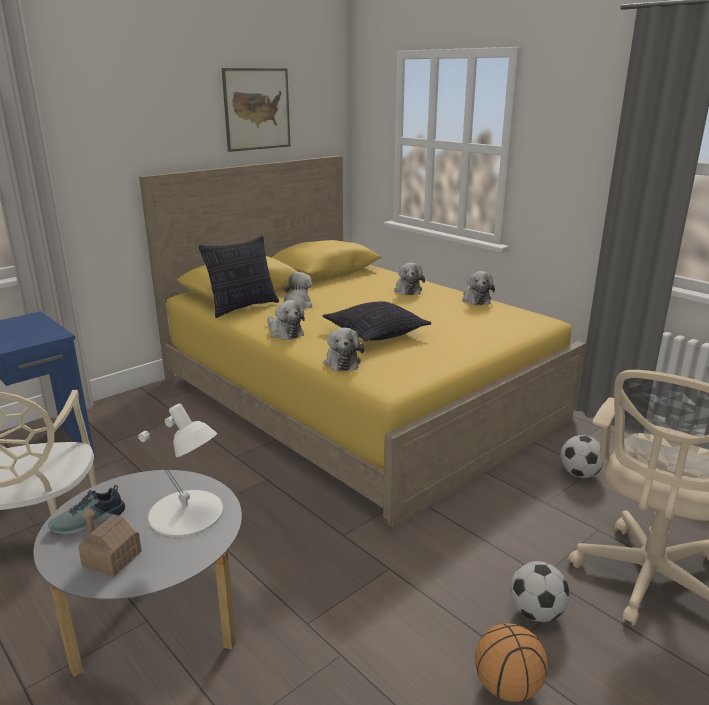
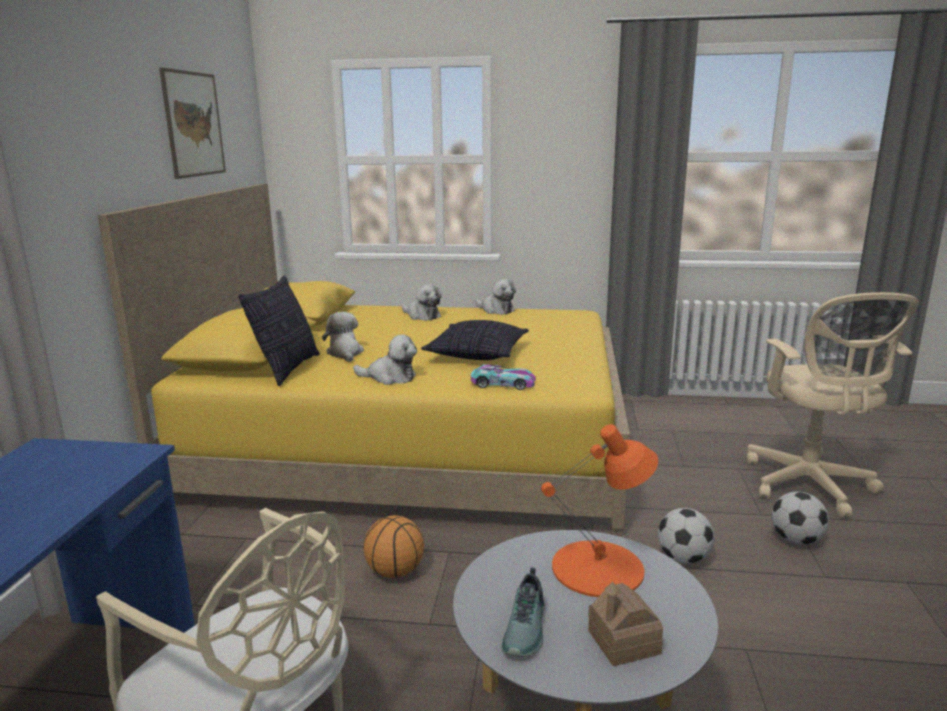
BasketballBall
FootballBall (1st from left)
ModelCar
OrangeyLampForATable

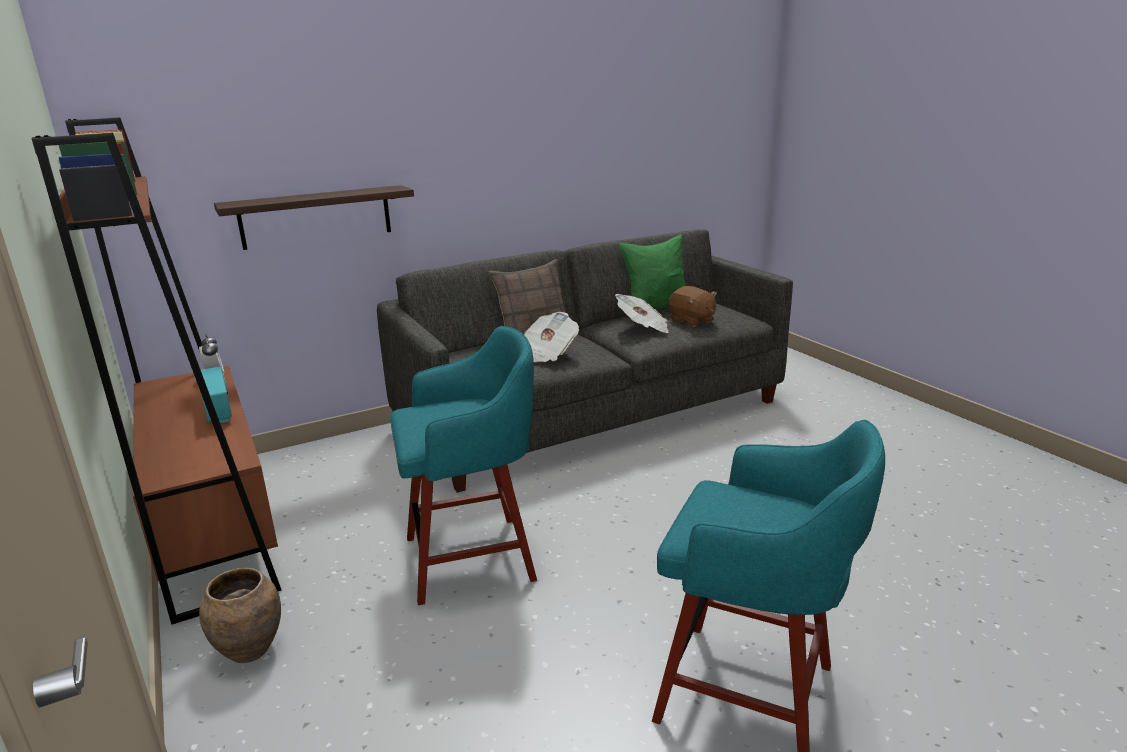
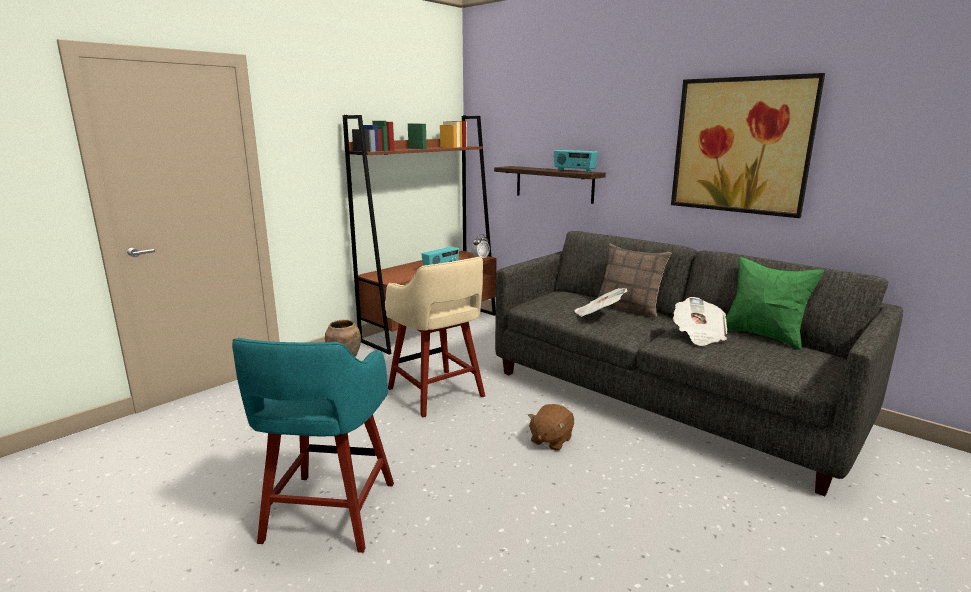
RadioReceiver (2nd from left)
WallArt
BrownPlushToy
BeigeColouredStool

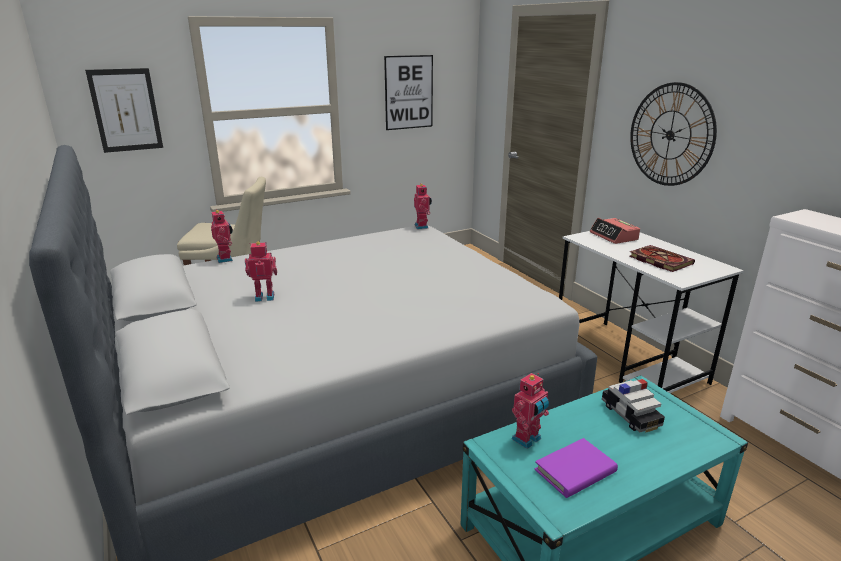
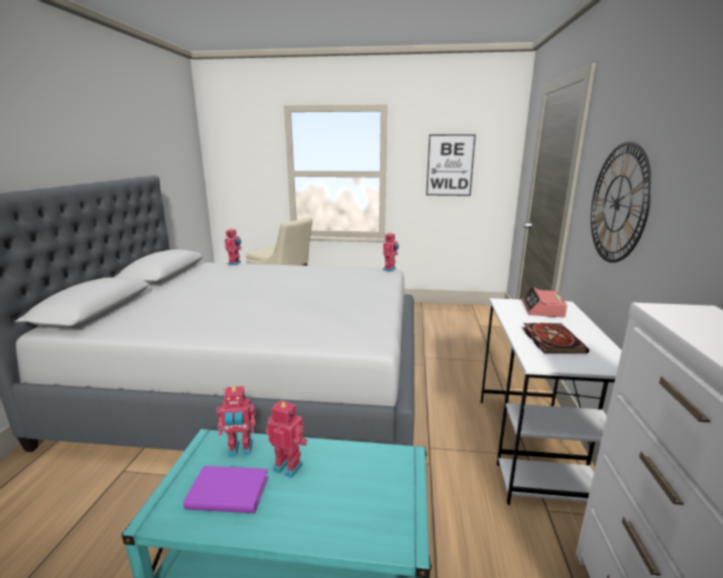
WallArt (1st from left in the first image)
ModelCar
ModelRobot (3rd from left)

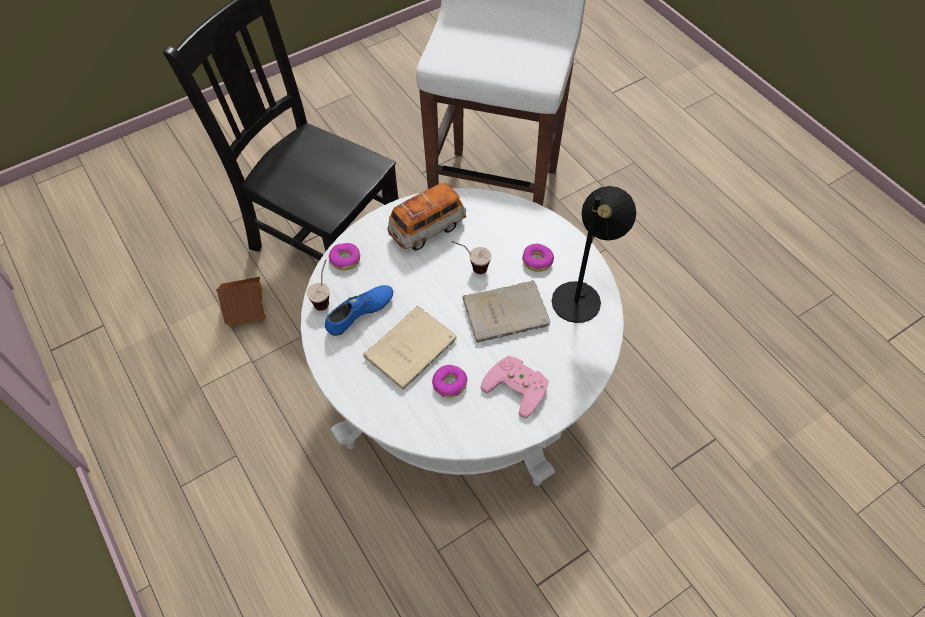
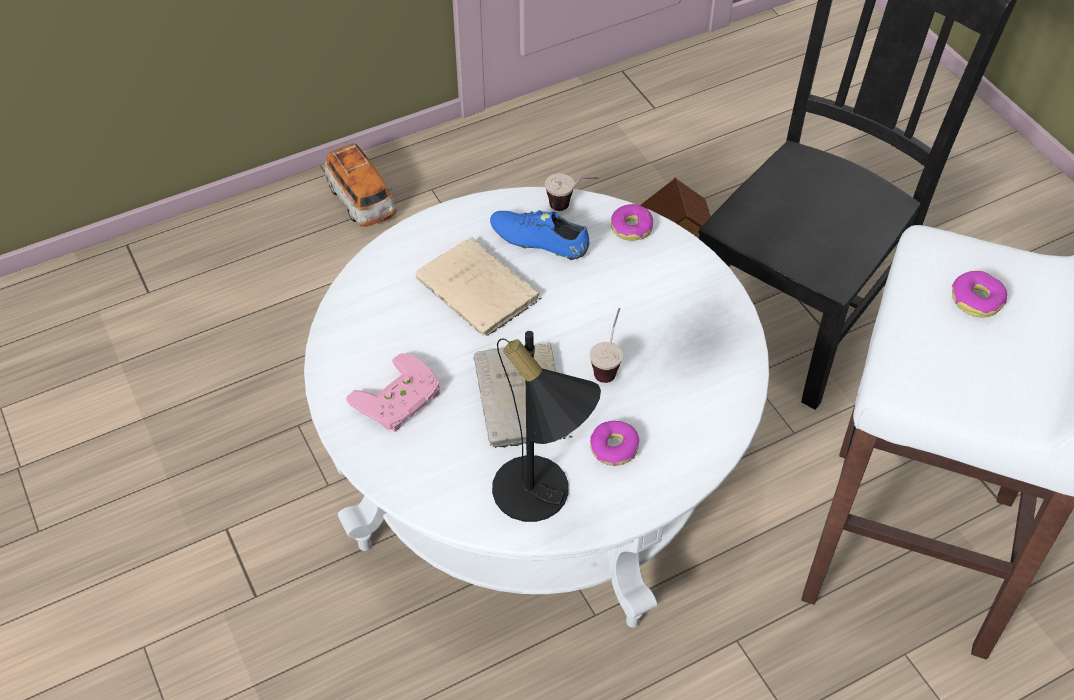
ModelCar
Doughnut (3rd from left)
BlueItemOfFootwear

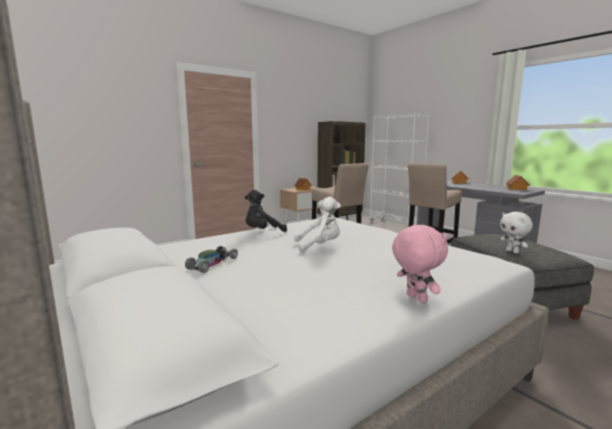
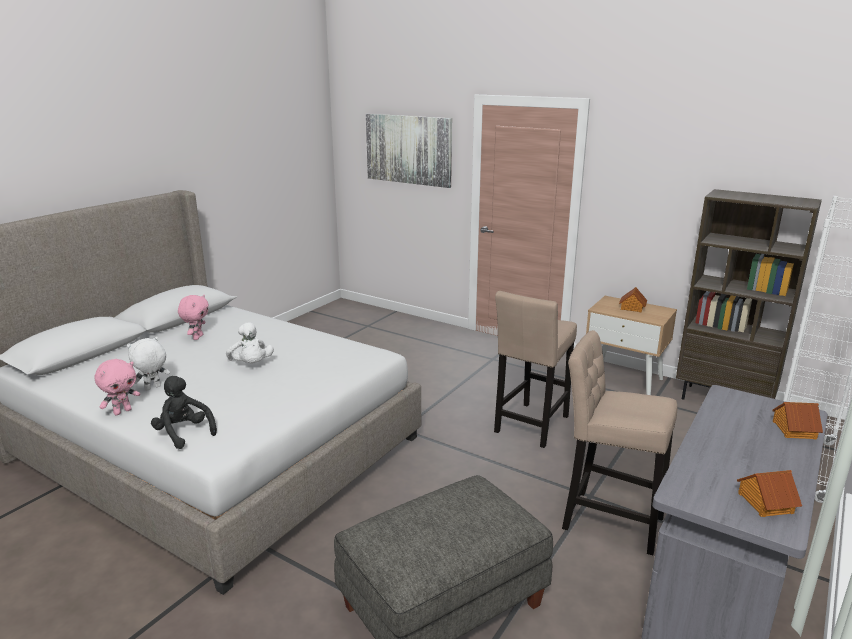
WallArt
BlackishPlushToy
WhitishPlushToy (1st from left)
PinkPlushToy (2nd from left)

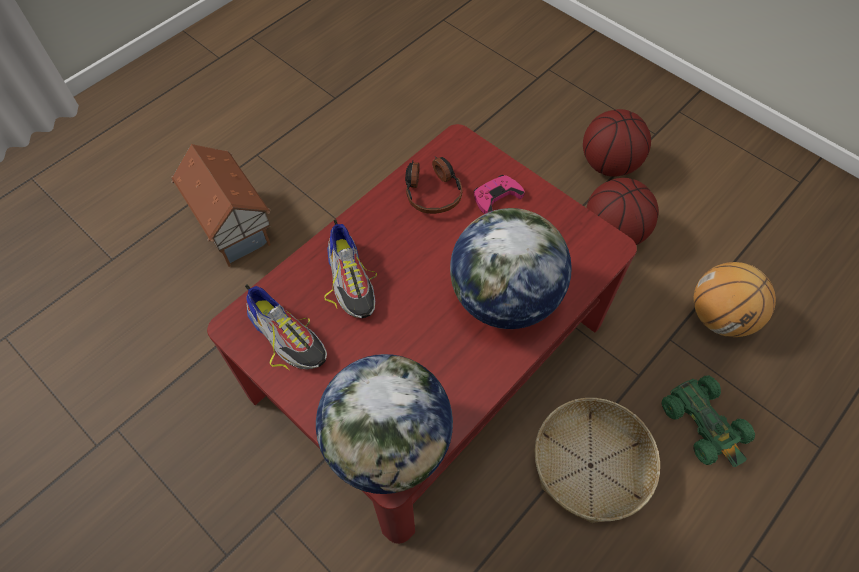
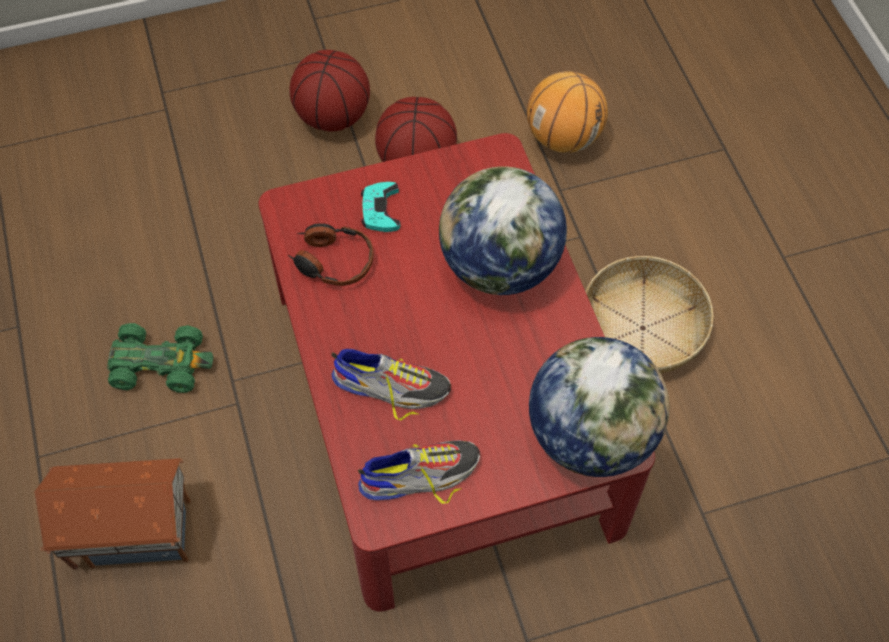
GreenModelCar
TurquoiseJoypad

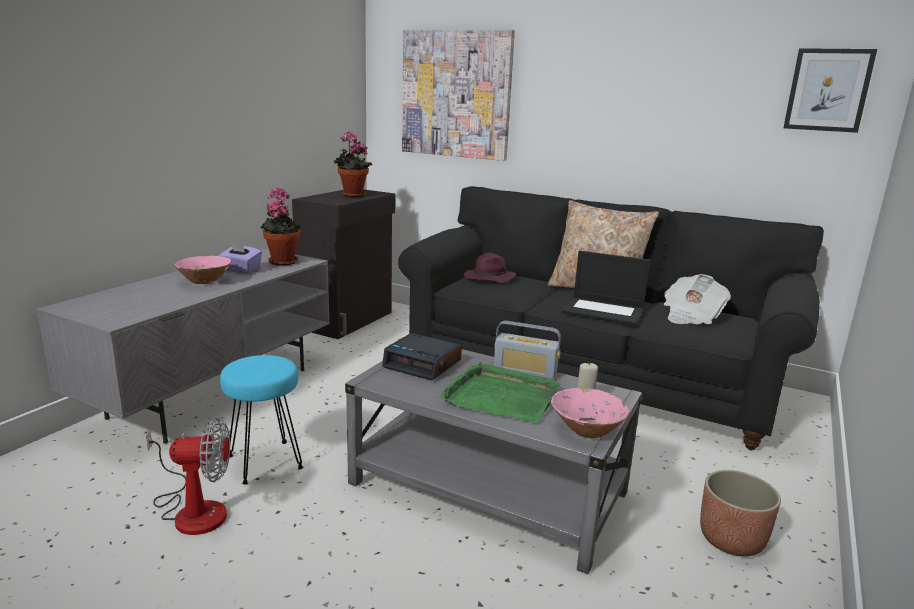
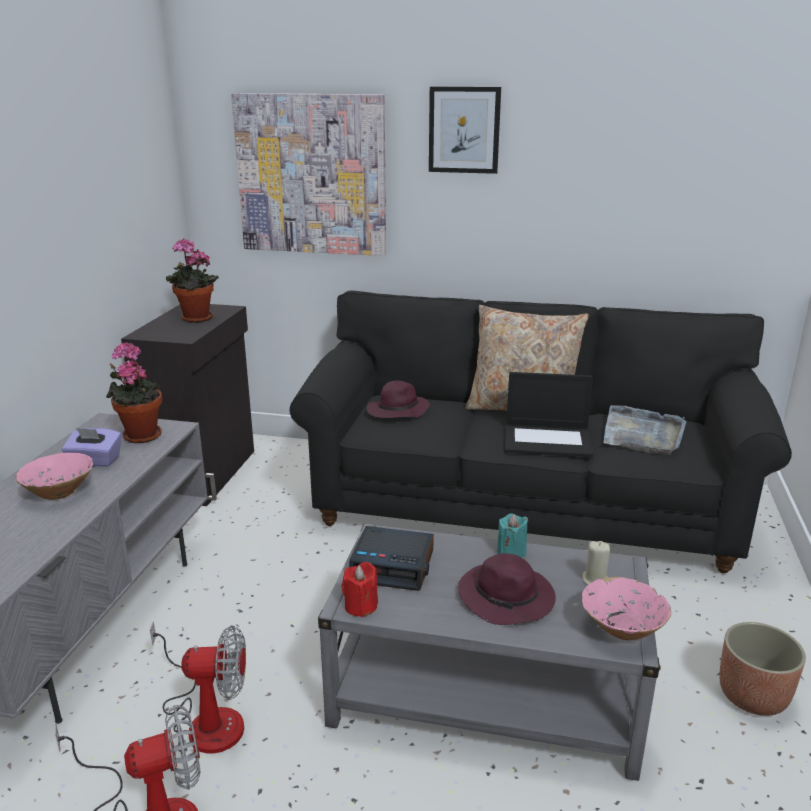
RedCandle
WallArt (2nd from left)
Fan (2nd from left)
PurplishHat (2nd from left)
TurquoiseCandle
GreyishTray

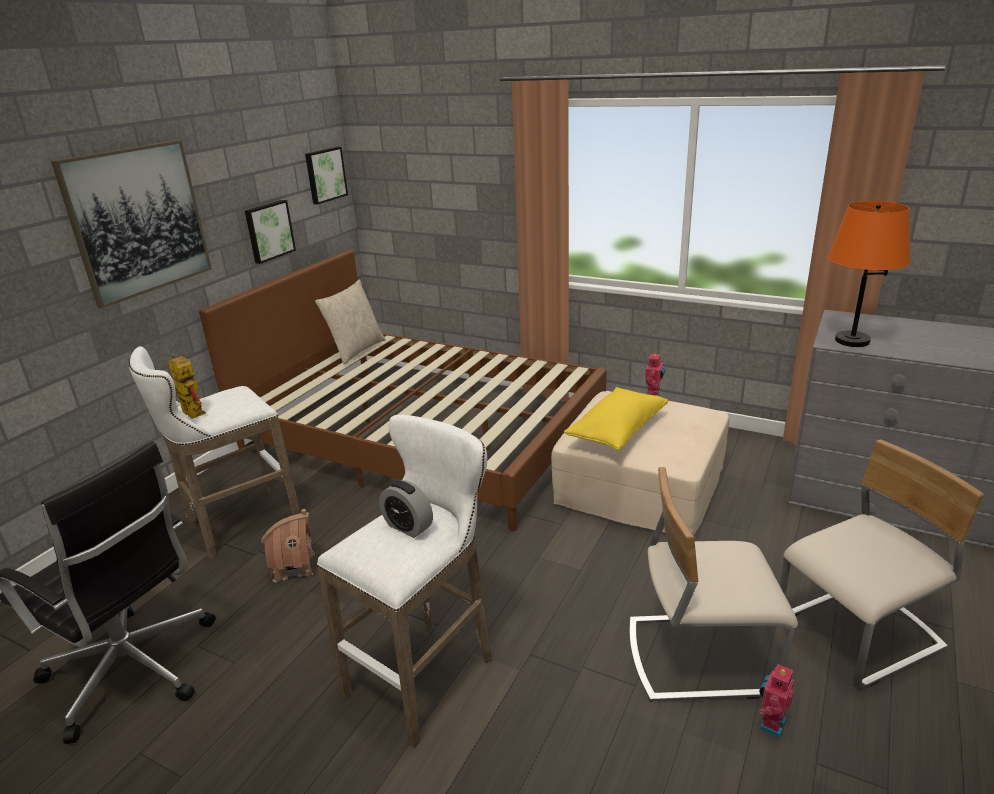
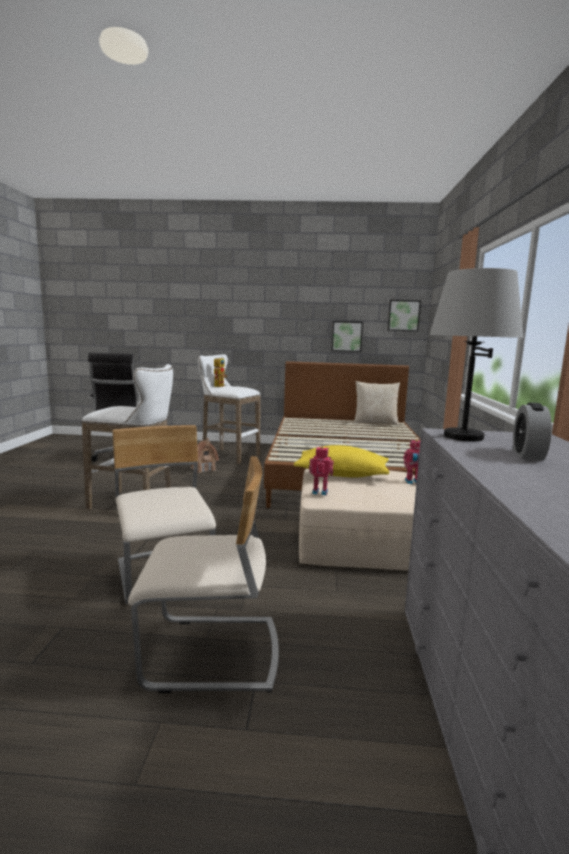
WallArt (1st from left in the first image)
AlarmClock
ModelRobot (2nd from left)
GreyishLampForATable
BeigeColouredUprightChair (2nd from left)

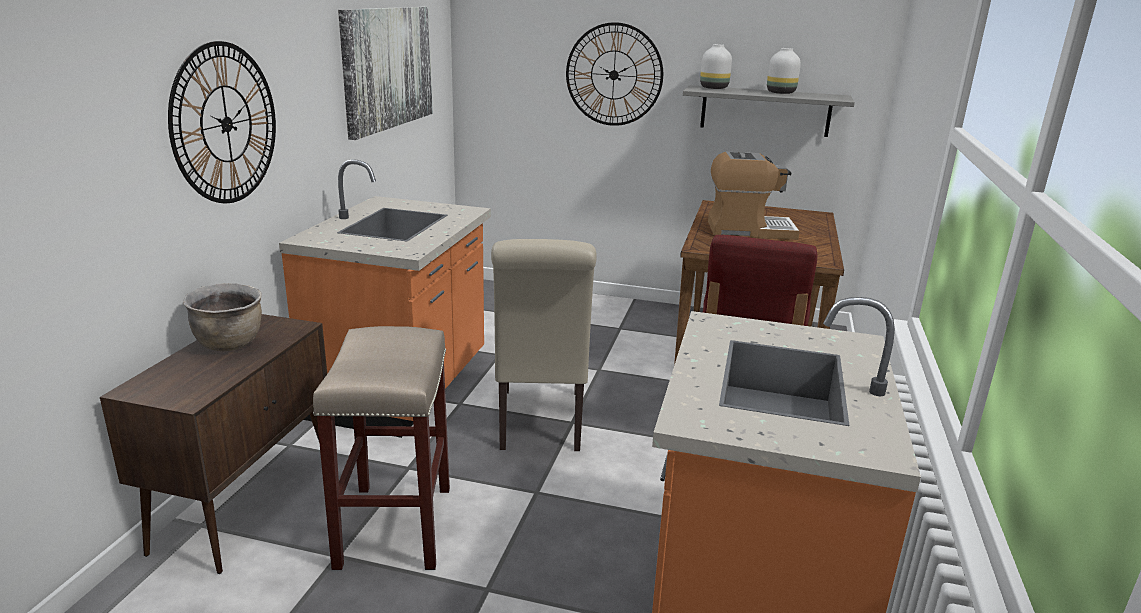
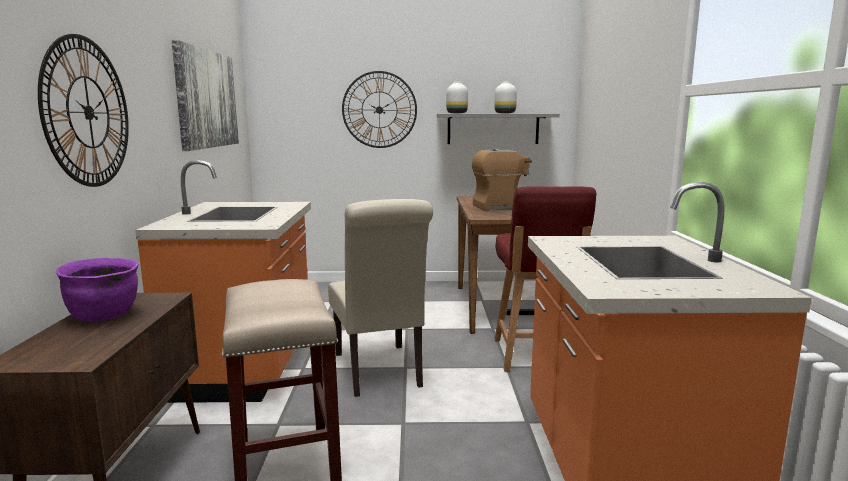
PurplishStockpot

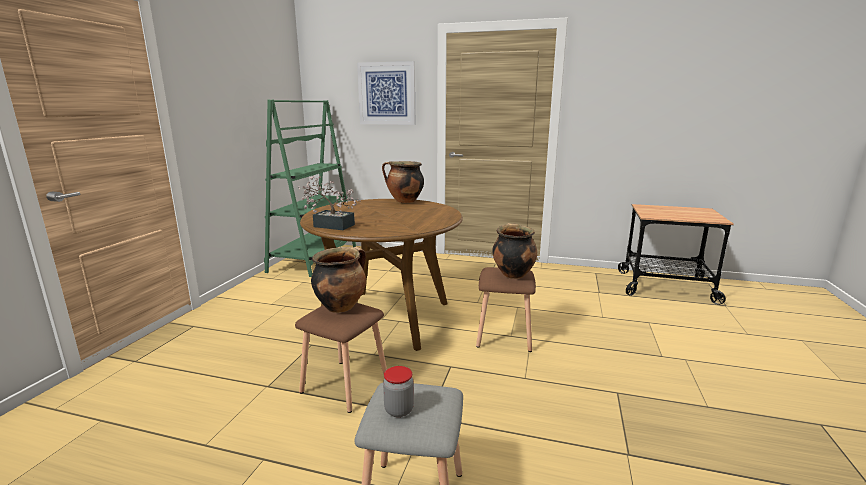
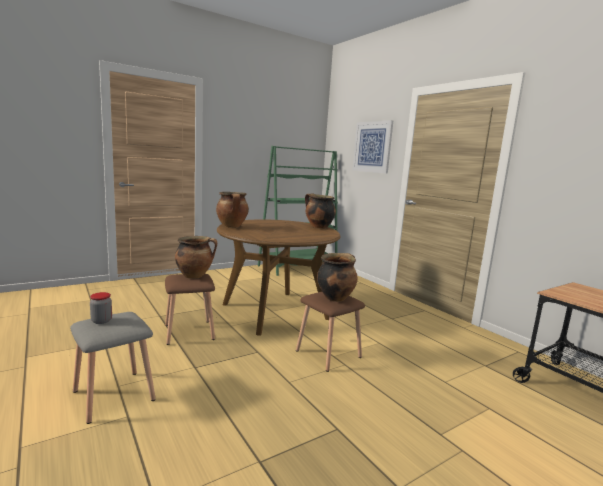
Stockpot (2nd from left)

